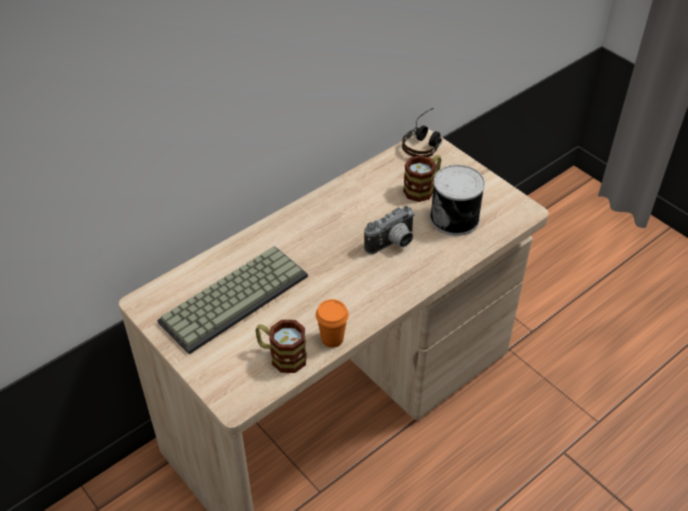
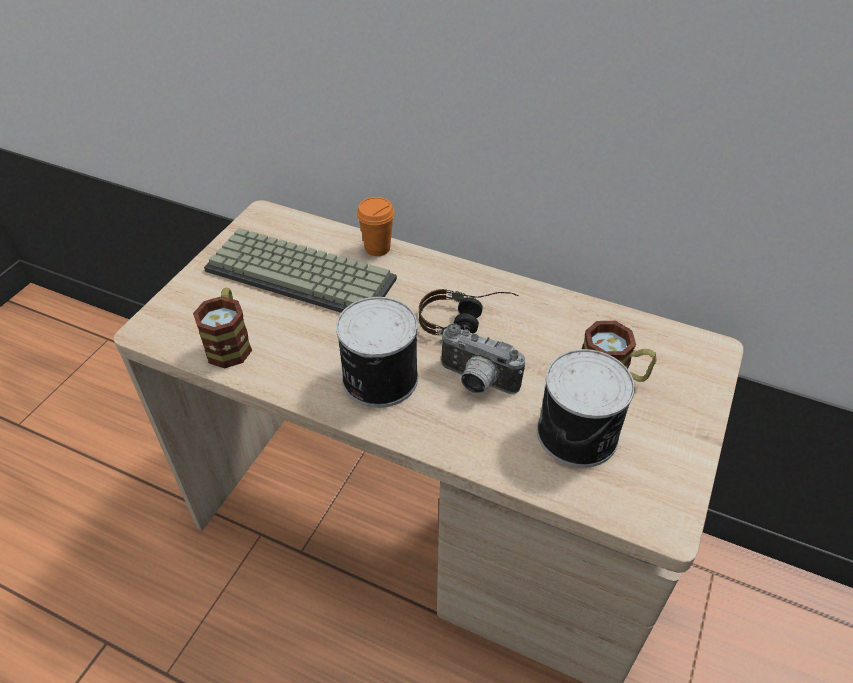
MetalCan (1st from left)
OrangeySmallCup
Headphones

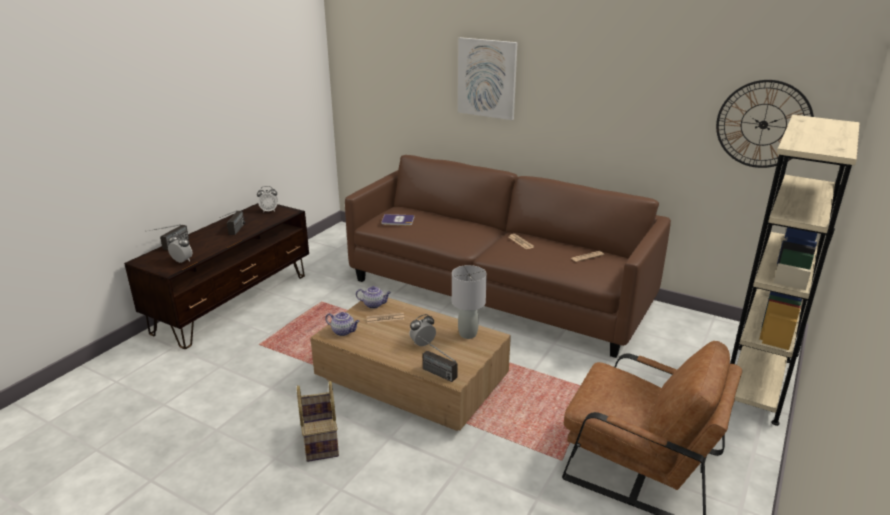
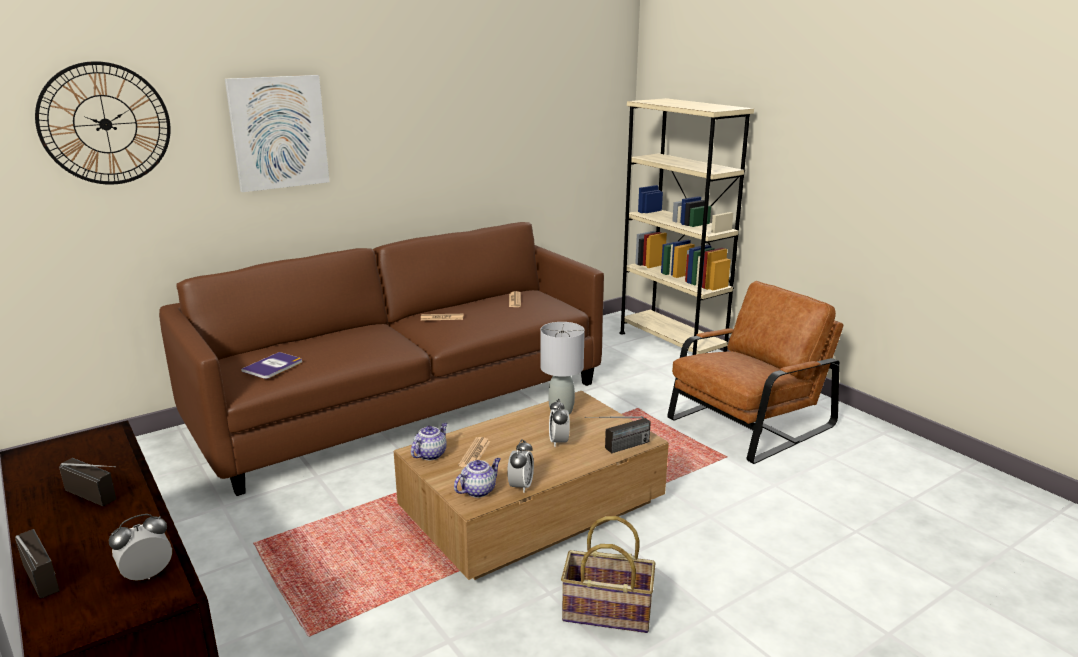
AlarmClock (2nd from left)
ClockOnTheWall

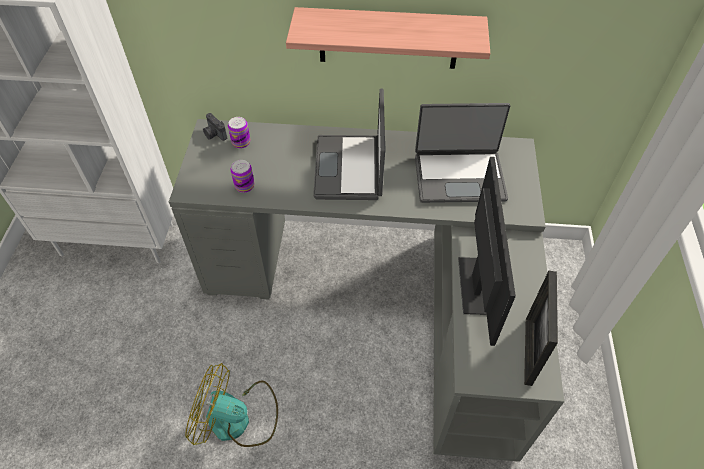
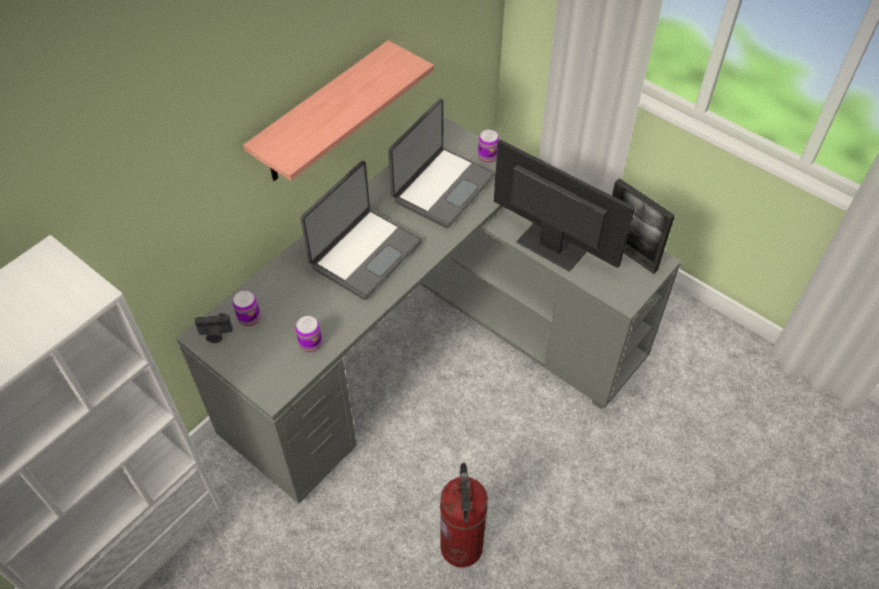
MetalCan (3rd from left)
Extinguisher
Laptop (1st from left)

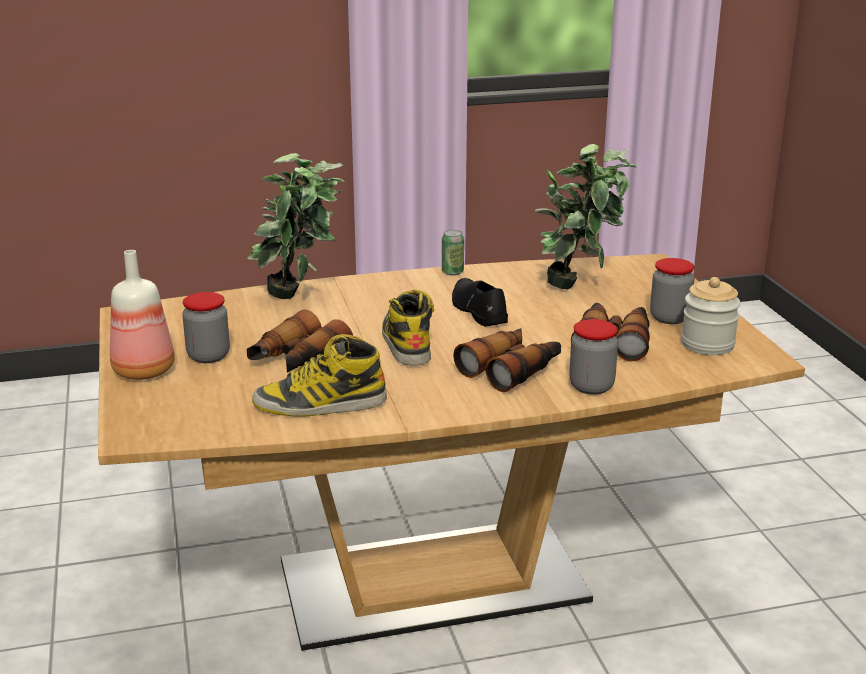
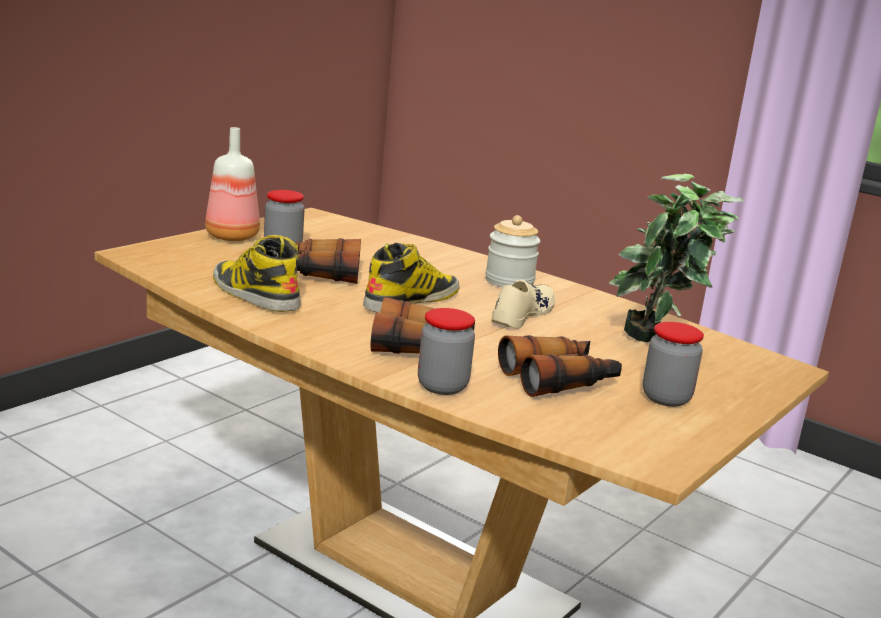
PlantInAPot (1st from left in the first image)
MetalCan
PreserveJar (3rd from left)
BeigeColouredItemOfFootwear

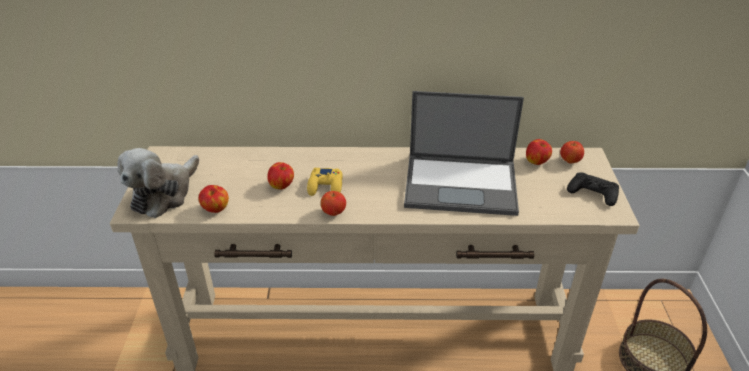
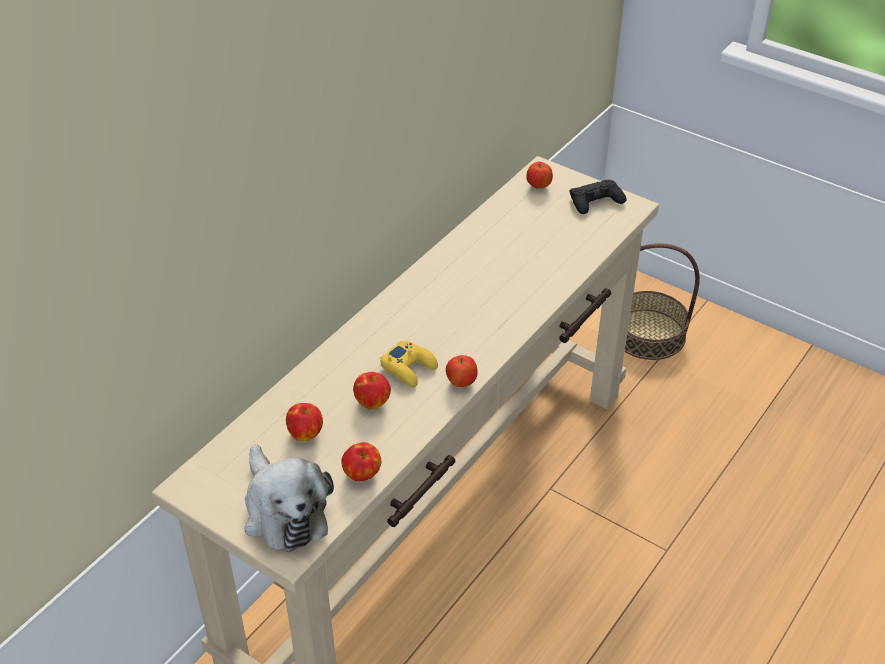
Laptop
Apple (1st from left)

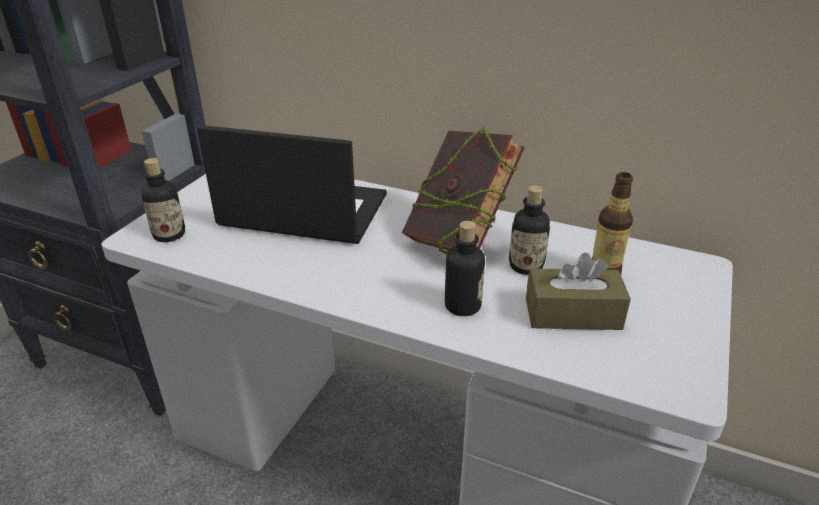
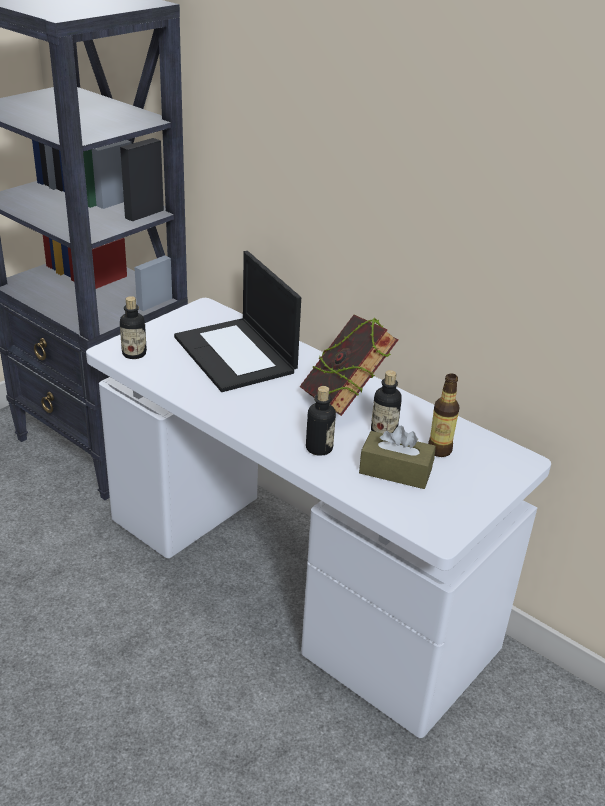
Laptop

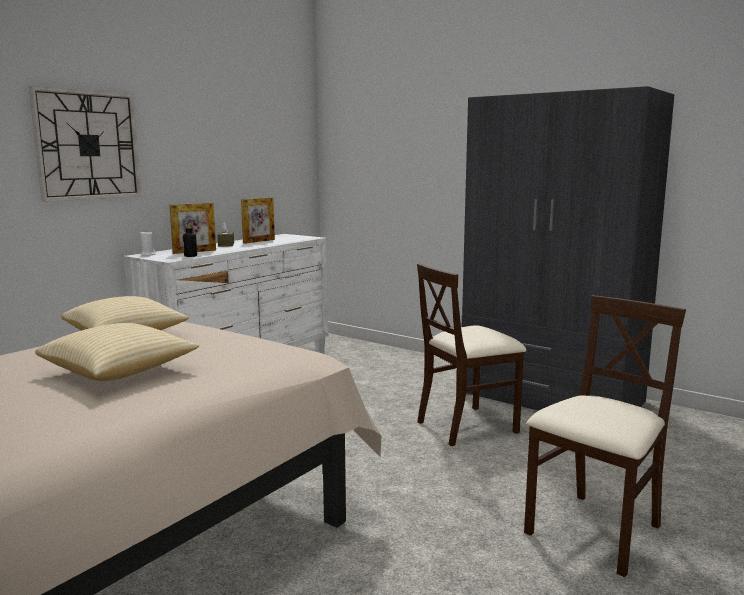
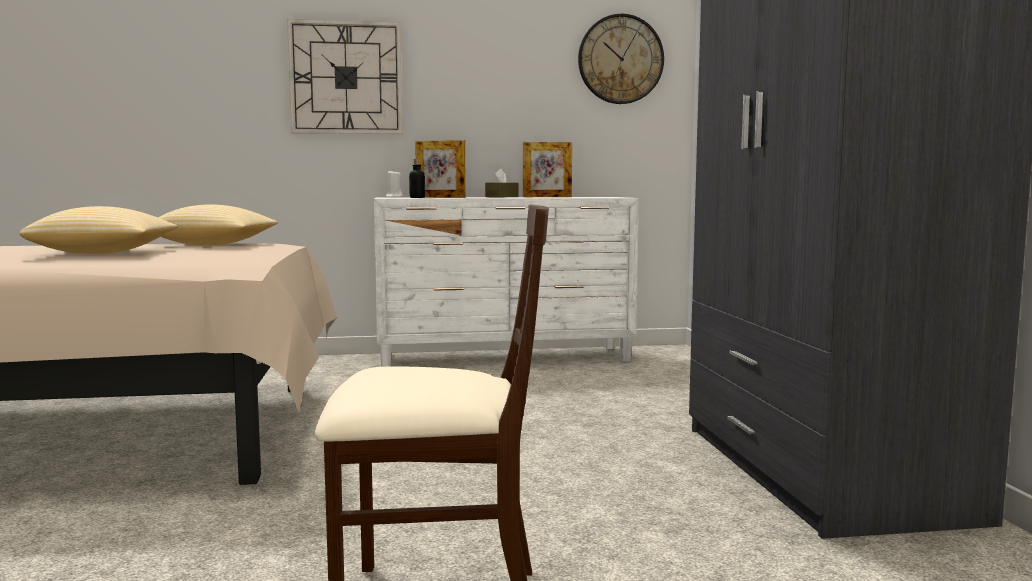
BeigeColouredUprightChair (1st from left in the first image)
ClockOnTheWall (2nd from left)

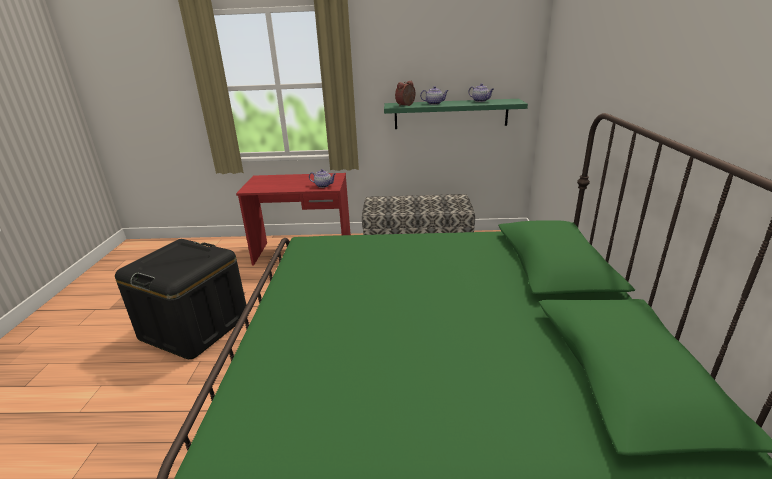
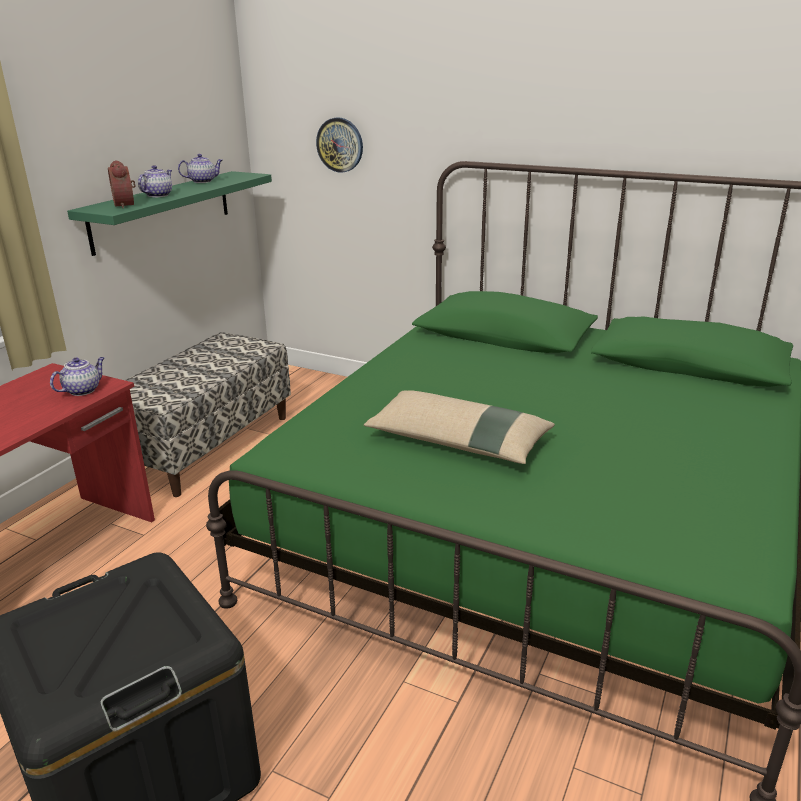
ClockOnTheWall
BeigeColouredThrowPillow

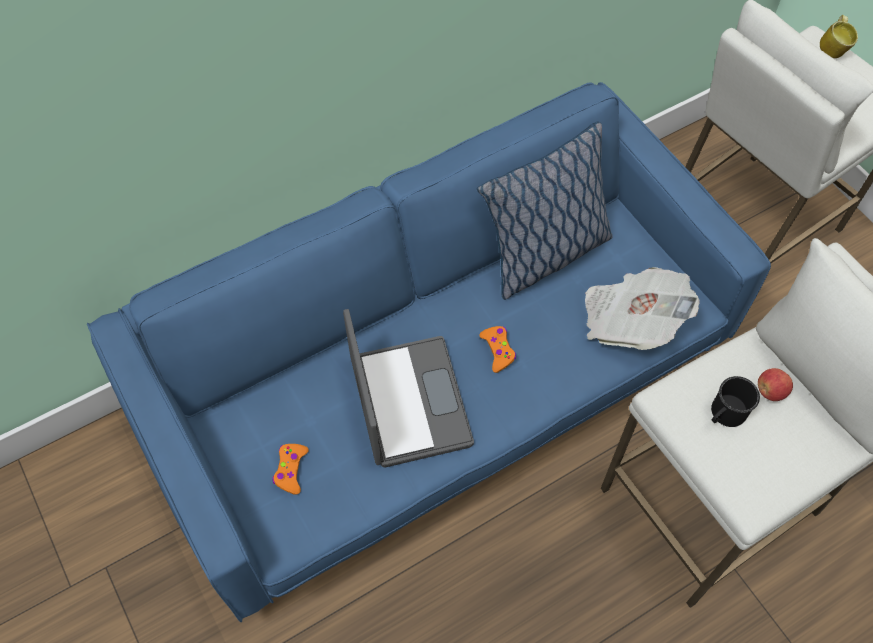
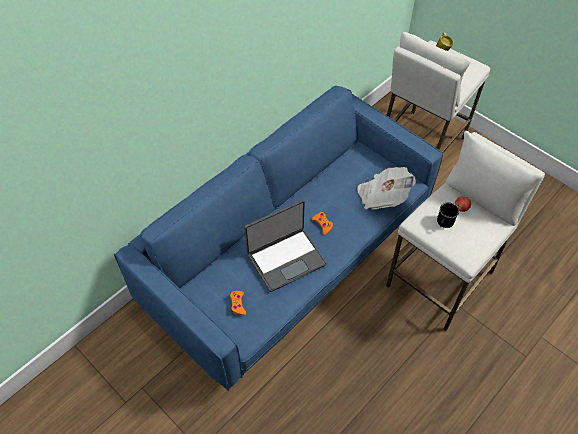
ThrowPillow
Laptop

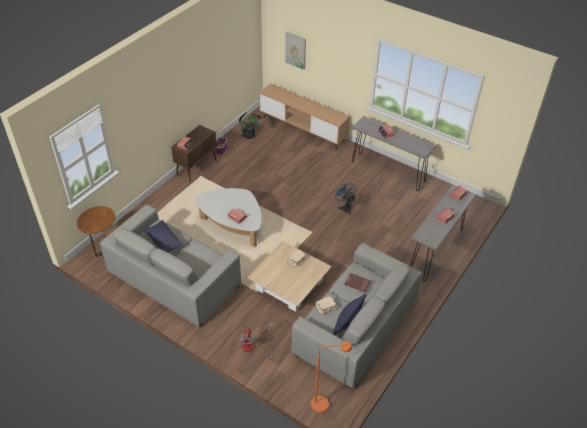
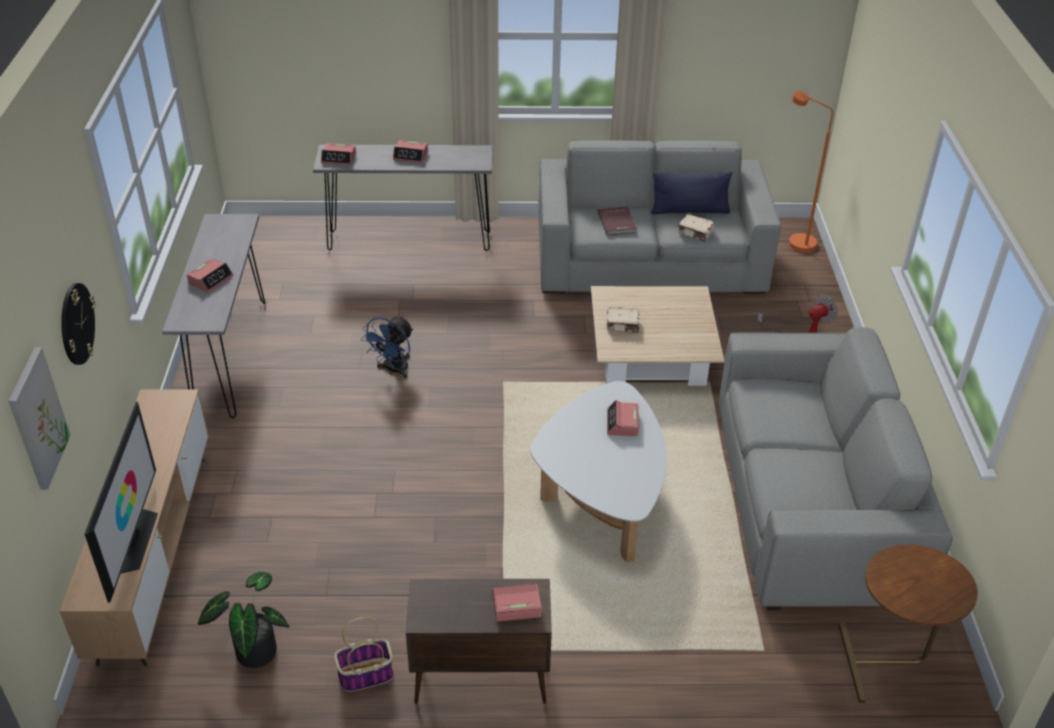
BlueThrowPillow (1st from left in the first image)
ClockOnTheWall
TvSet

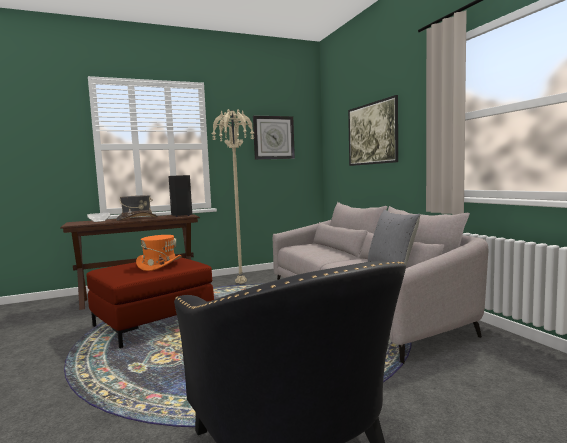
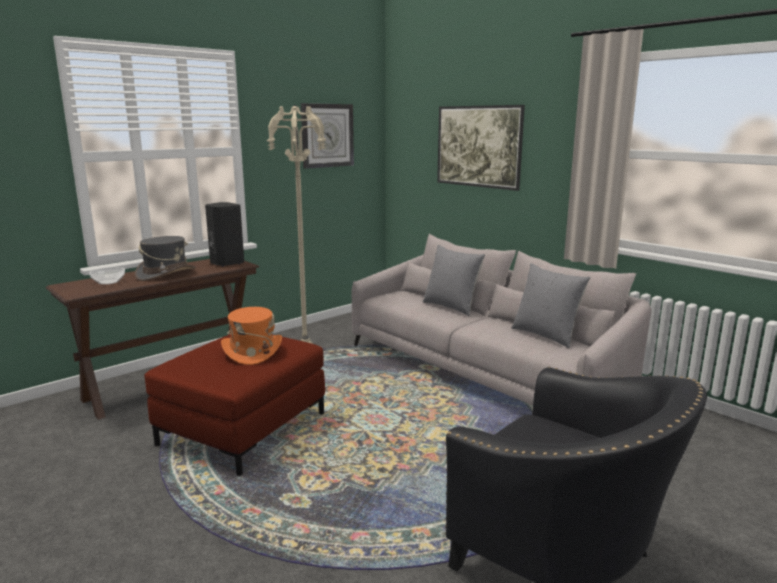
GreyishThrowPillow (1st from left)

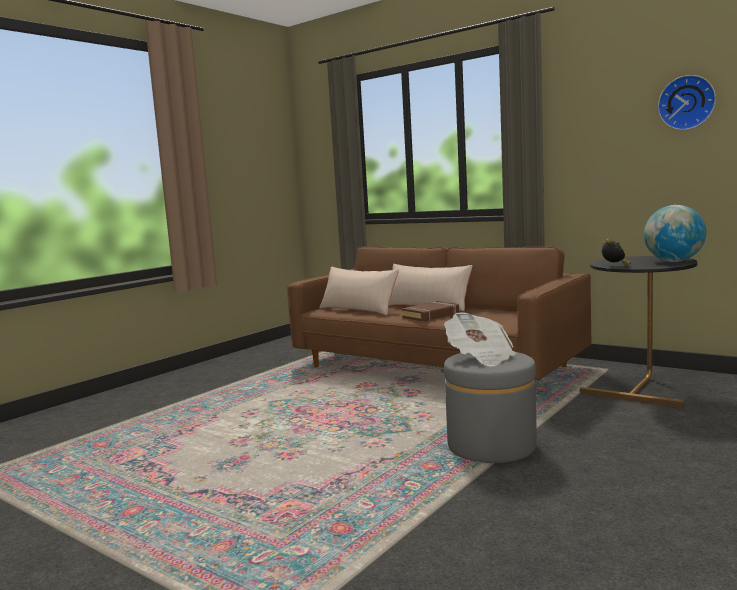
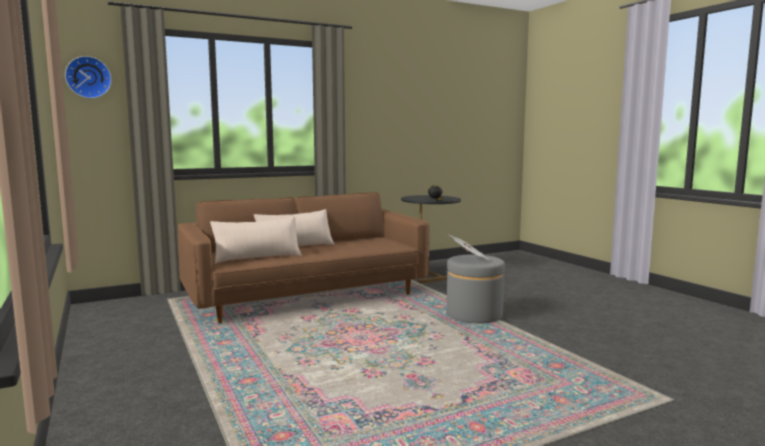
BrownBoundBook
DeskGlobe
ClockOnTheWall

